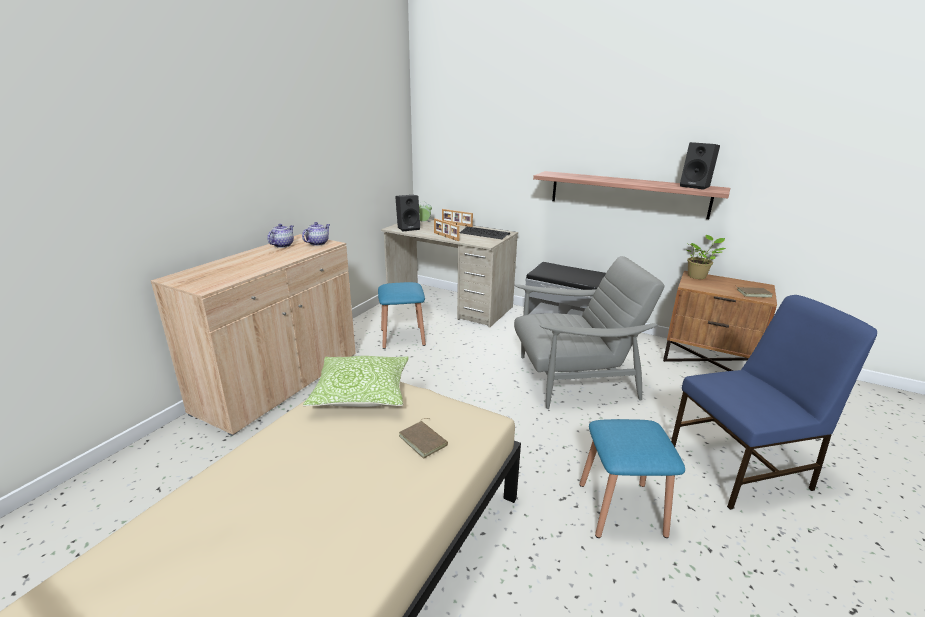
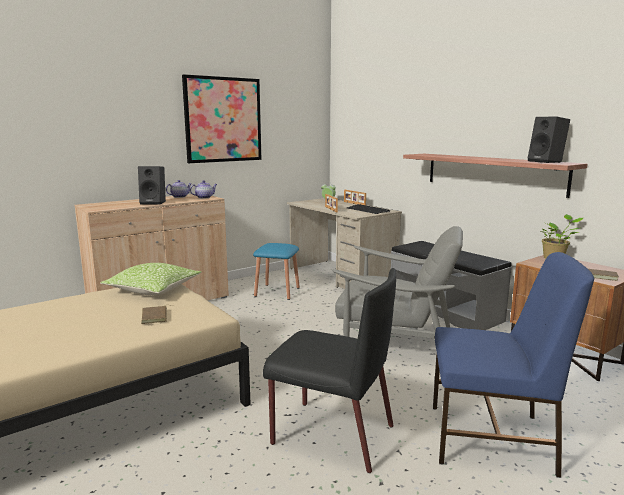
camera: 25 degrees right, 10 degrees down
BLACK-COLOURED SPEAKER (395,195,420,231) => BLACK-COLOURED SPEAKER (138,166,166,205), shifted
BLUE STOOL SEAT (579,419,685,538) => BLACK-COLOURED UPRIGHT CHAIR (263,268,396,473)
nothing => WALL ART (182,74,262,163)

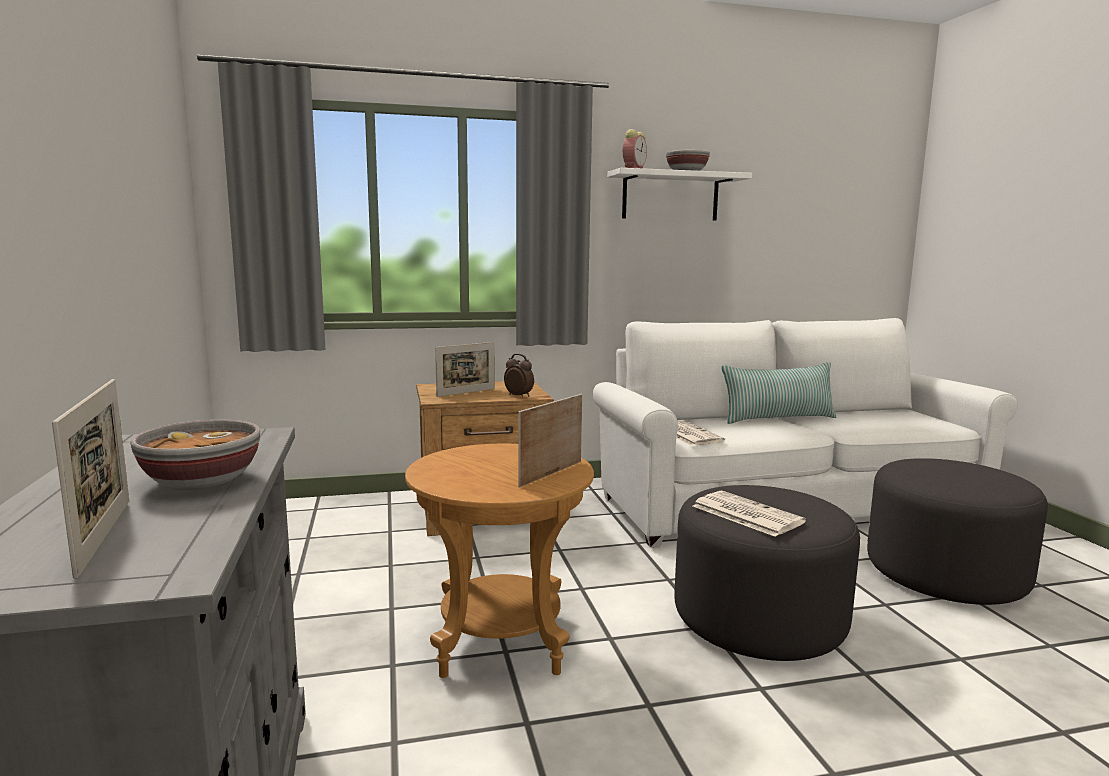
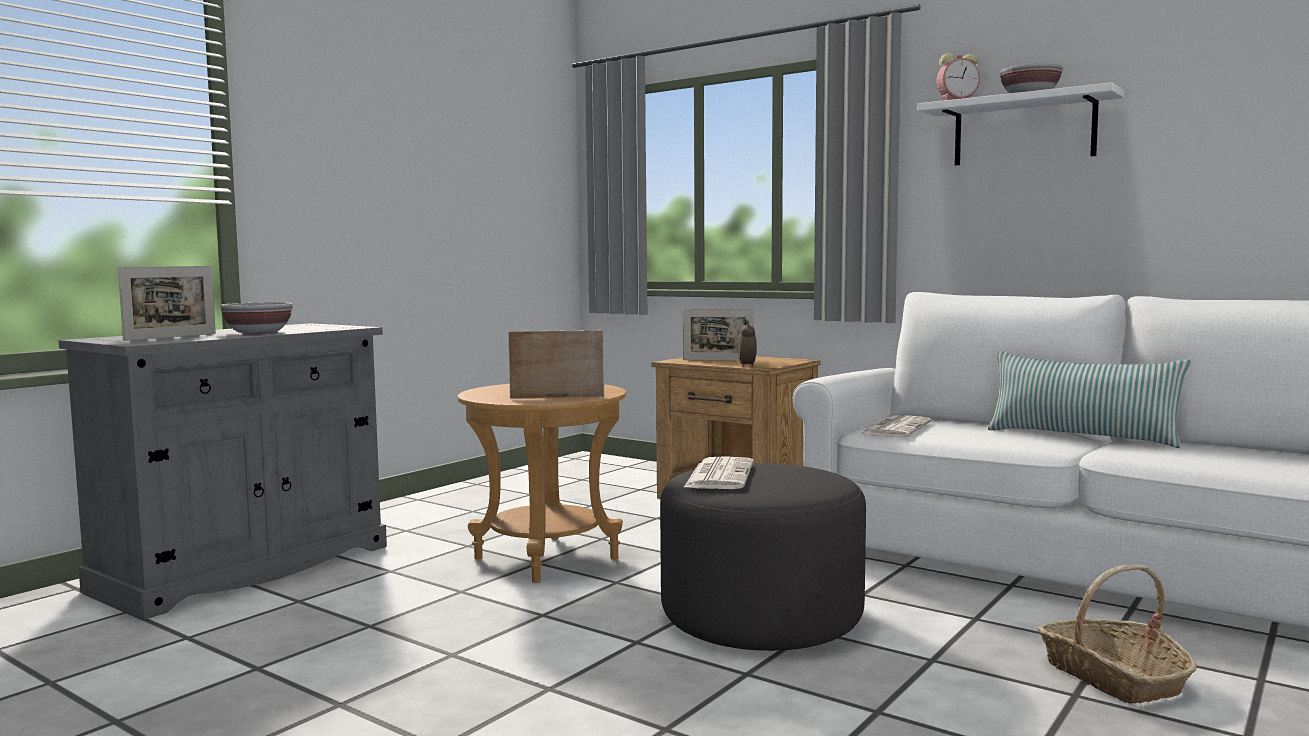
camera: 50 degrees right, 5 degrees down
GREY POUFFE (867,458,1048,605) => STORAGE BASKET (1037,565,1197,704)

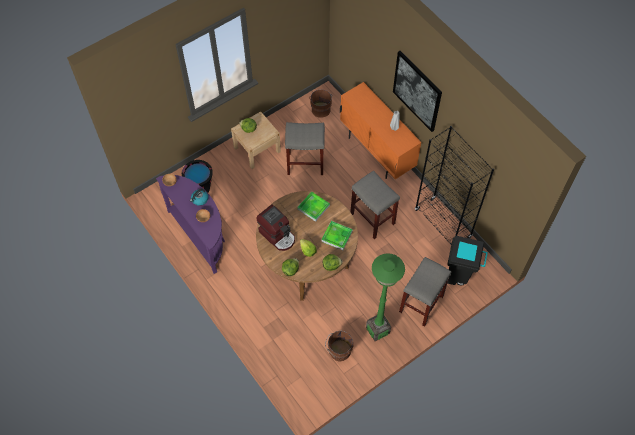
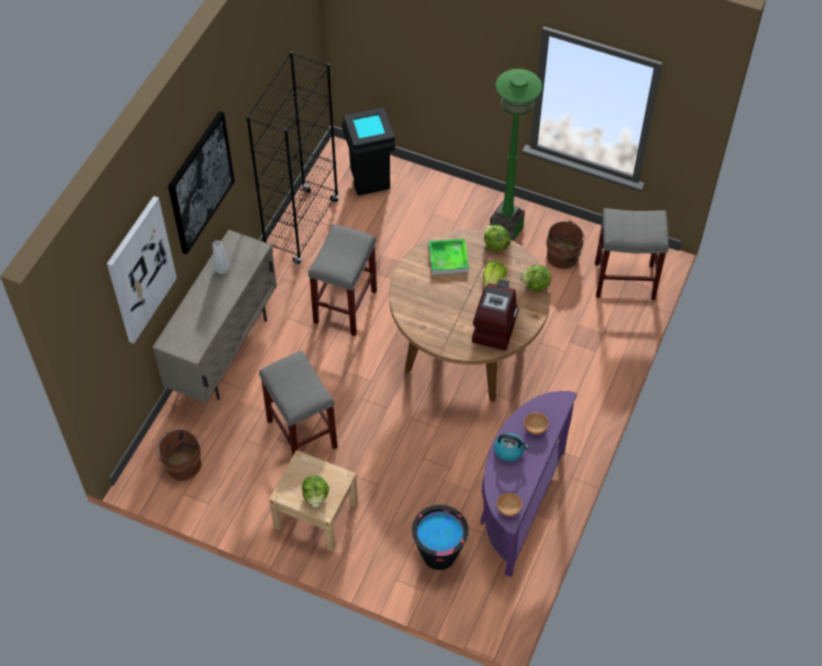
camera: 120 degrees left, 5 degrees down
SERVING TRAY (297,191,330,222) => nothing
ORANGE CABINET (340,82,422,179) => BEIGE-COLOURED CABINET (152,230,277,403)
GREY STOOL SEAT (399,257,451,327) => GREY STOOL SEAT (595,208,669,300), shifted
nothing => WALL ART (107,196,177,343)

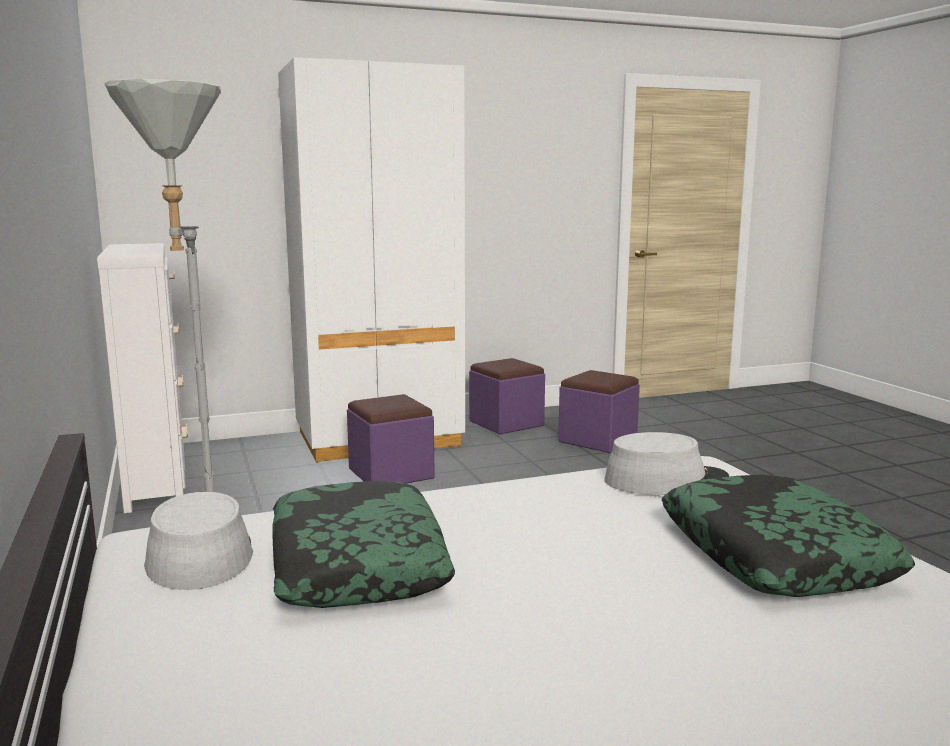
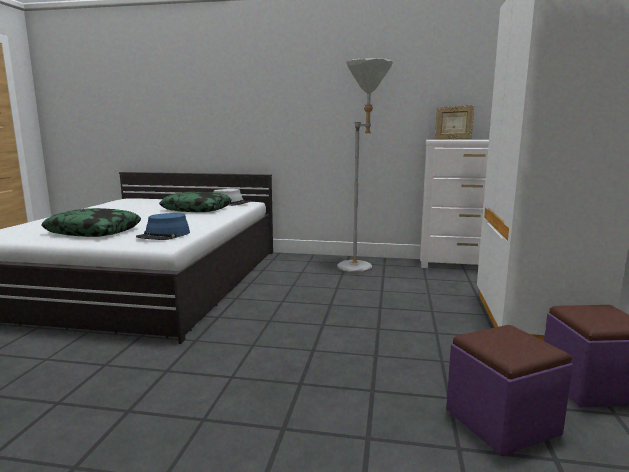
camera: 120 degrees right, 0 degrees up
PURPLE-COLOURED POUFFE (347,394,435,484) => nothing
GREY CLOTHING HAT (605,432,729,495) => BLUE CLOTHING HAT (136,213,190,240)
nothing => STANDING FRAME (435,105,474,140)

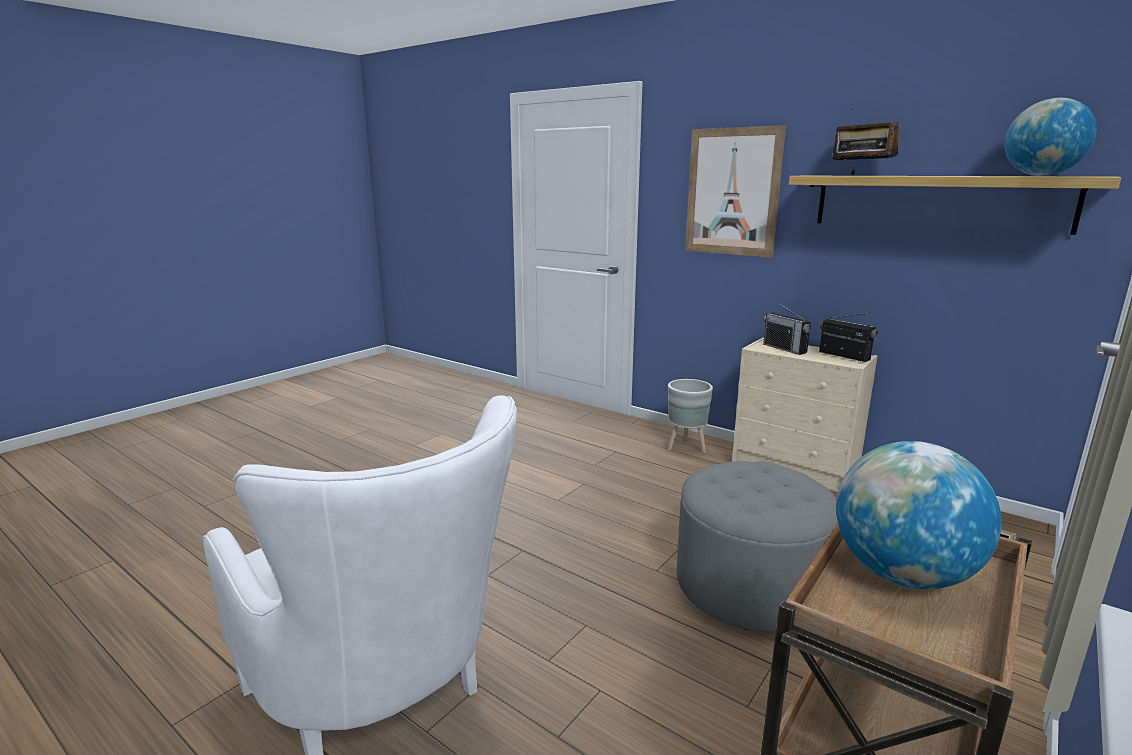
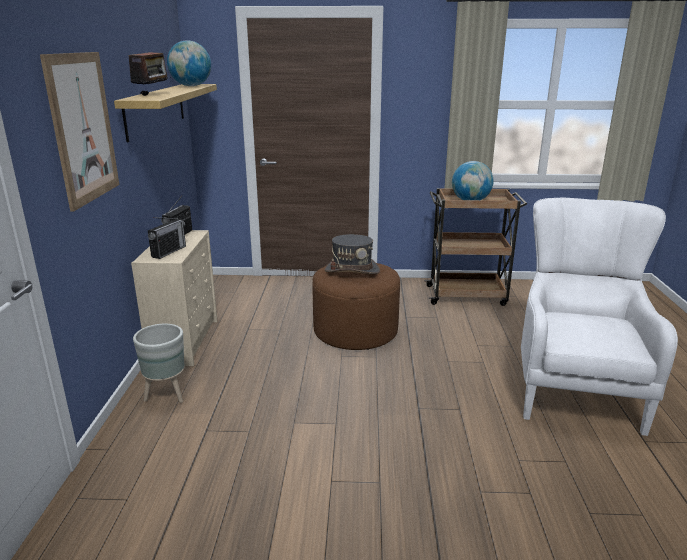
camera: 125 degrees left, 5 degrees up
GREY POUFFE (677,461,838,632) => BROWN POUFFE (312,263,400,350)
nothing => GREY CLOTHING HAT (325,234,380,274)

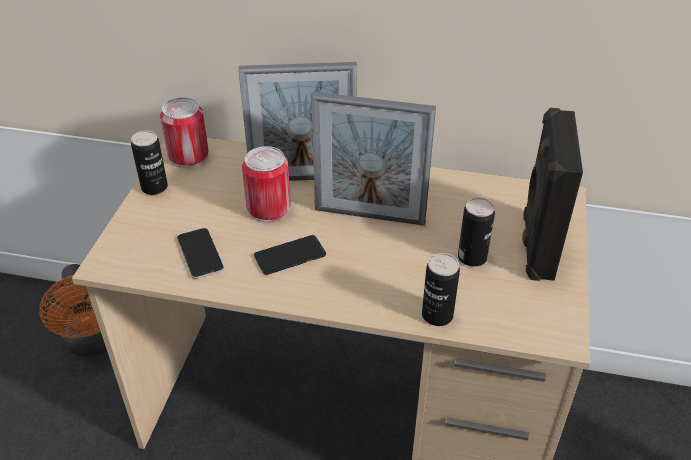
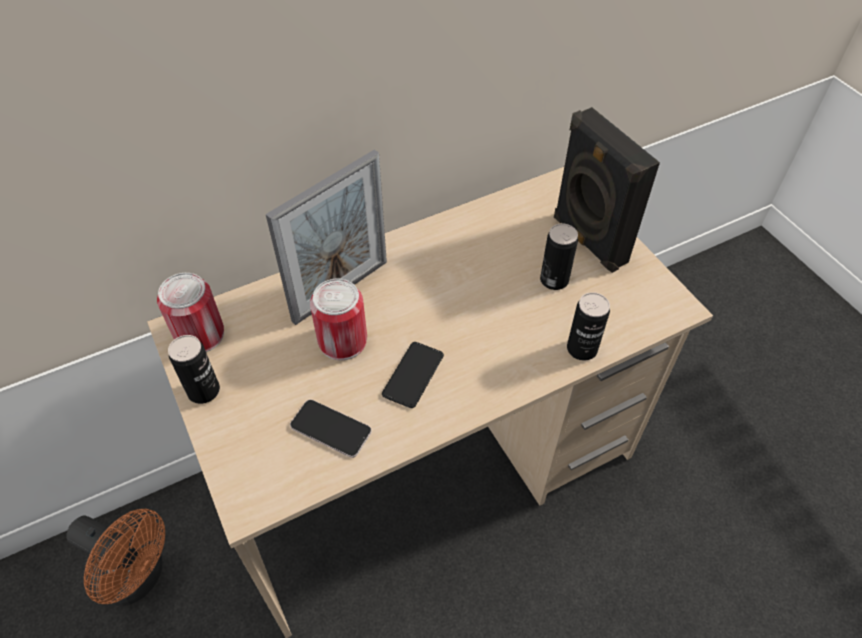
camera: 40 degrees left, 10 degrees up
STANDING FRAME (311,92,436,226) => nothing

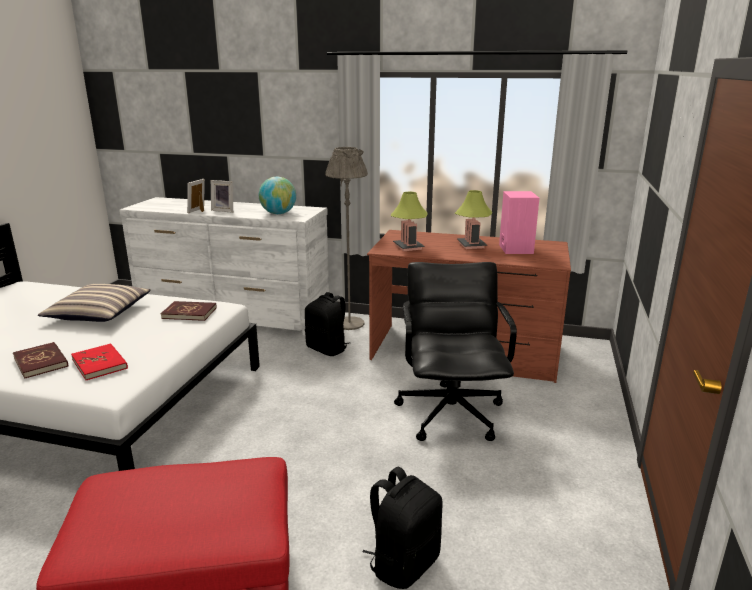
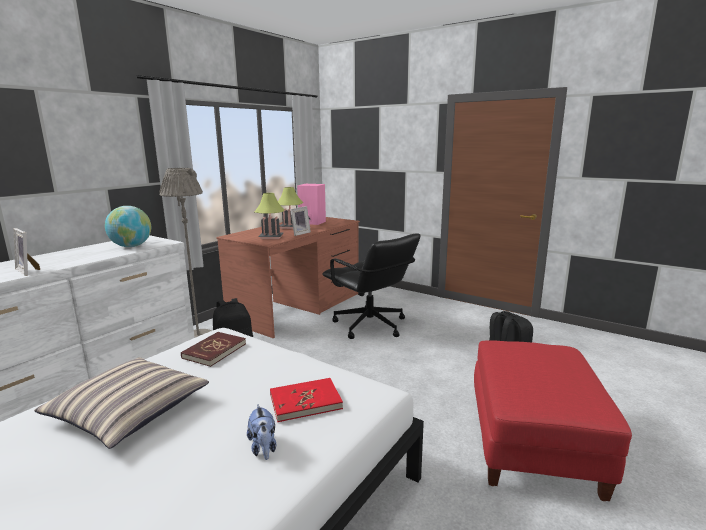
camera: 70 degrees left, 5 degrees down
RED-COLOURED VOLUME (13,342,68,379) => CUDDLY TOY (247,404,276,460)
STANDING FRAME (211,180,233,213) => STANDING FRAME (290,206,311,236), shifted
BLACK-COLOURED DESK CHAIR (394,262,517,441) => BLACK-COLOURED DESK CHAIR (322,234,420,339), 150 degrees counterclockwise

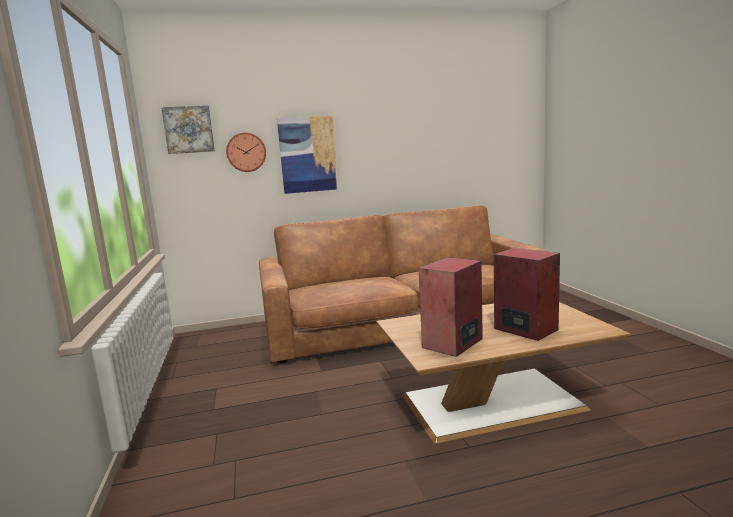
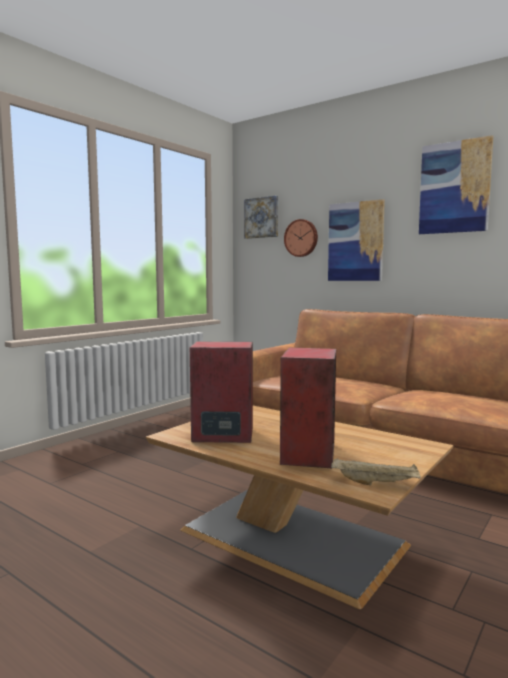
camera: 50 degrees right, 5 degrees down
nothing => BEIGE-COLOURED SERVING TRAY (331,458,421,485)
nothing => WALL ART (419,135,493,234)

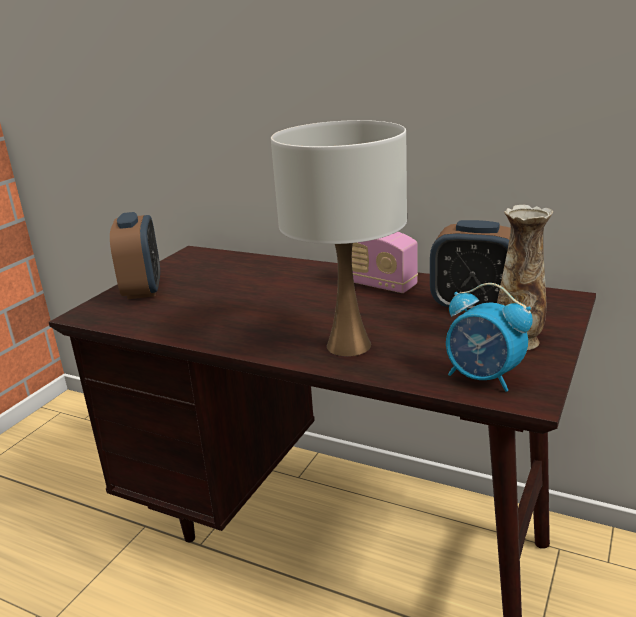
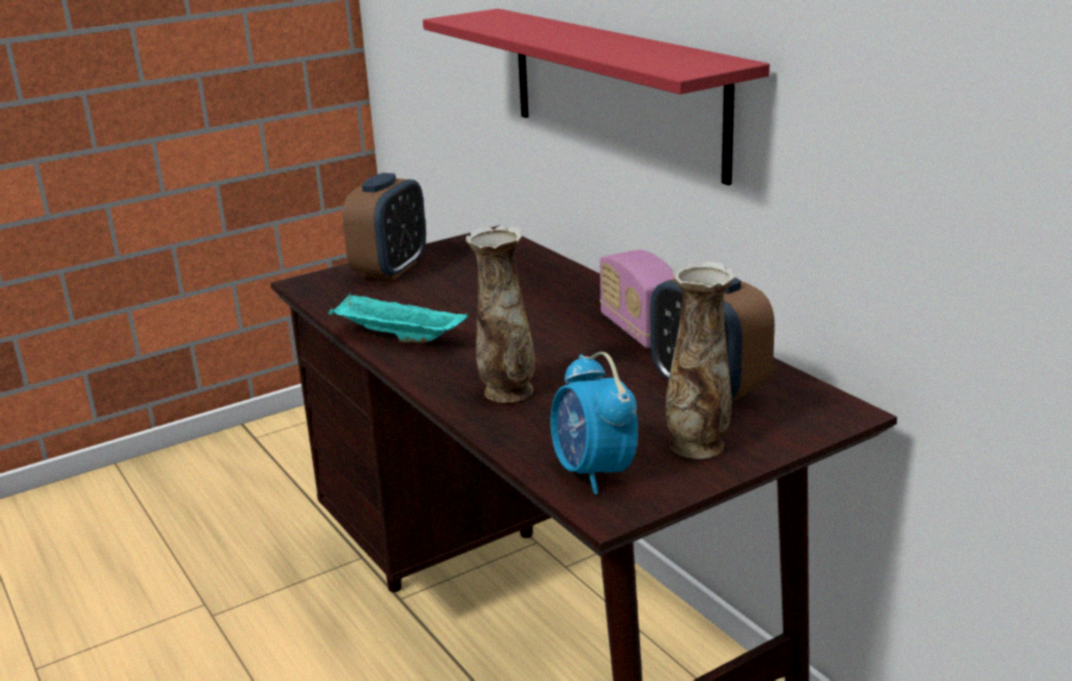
camera: 30 degrees right, 0 degrees up
WHITISH LAMP FOR A TABLE (271,120,407,356) => VASE (465,226,535,403)
nothing => TURQUOISE-COLOURED SERVING TRAY (329,293,468,343)
nothing => RED-COLOURED BRACKET SHELF (423,9,770,186)

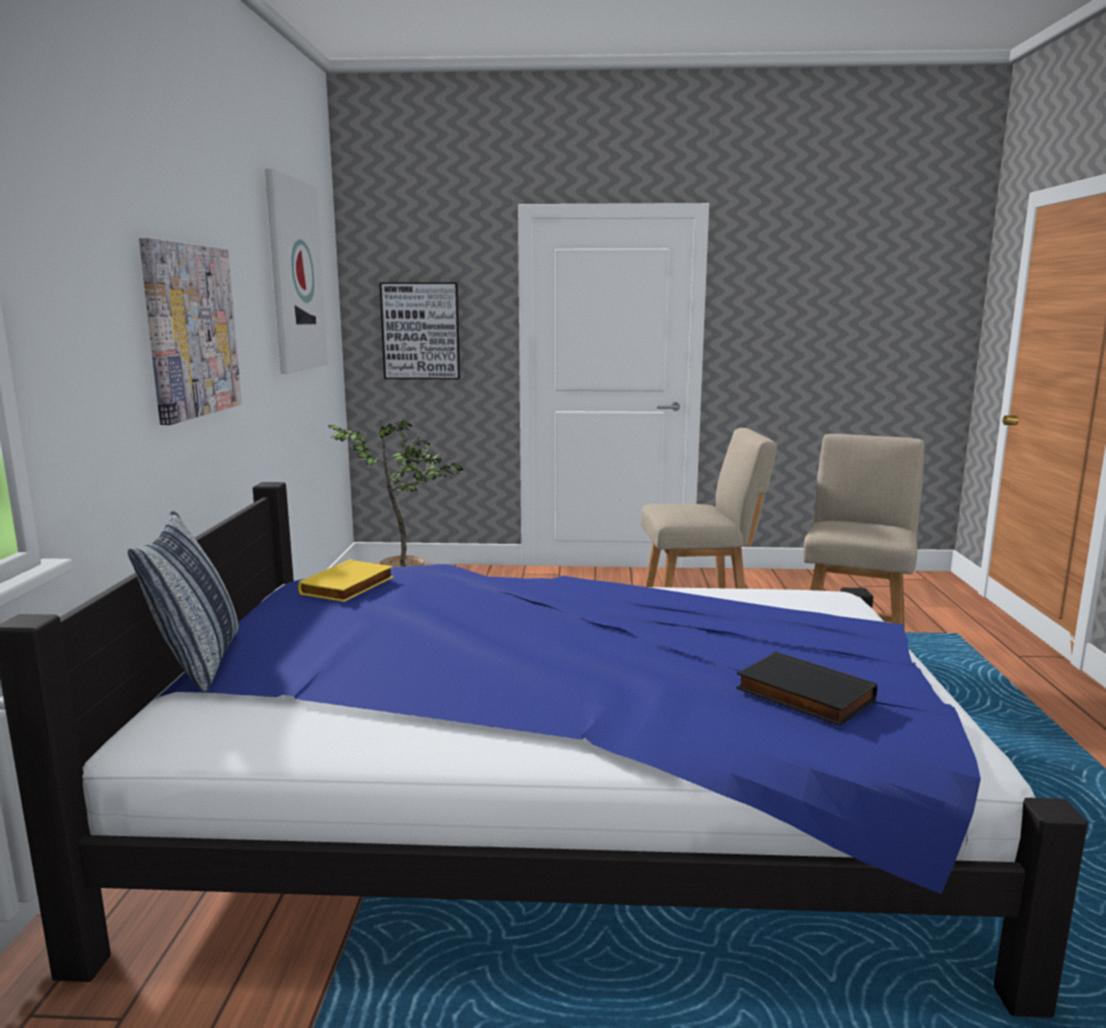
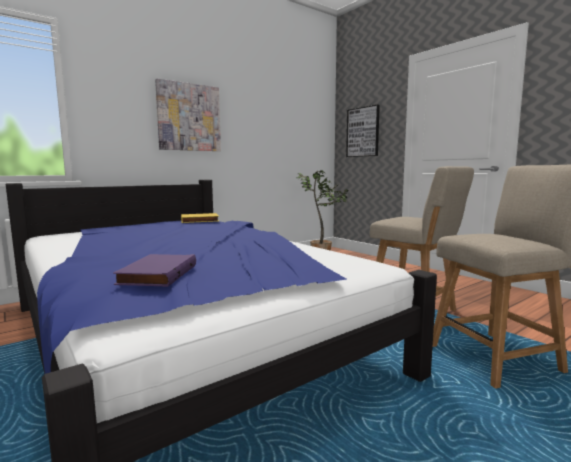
camera: 50 degrees right, 5 degrees down
THROW PILLOW (127,510,239,691) => nothing
WALL ART (265,168,328,374) => nothing
BLACK-COLOURED VOLUME (736,651,877,726) => PURPLE-COLOURED VOLUME (113,254,196,287)

